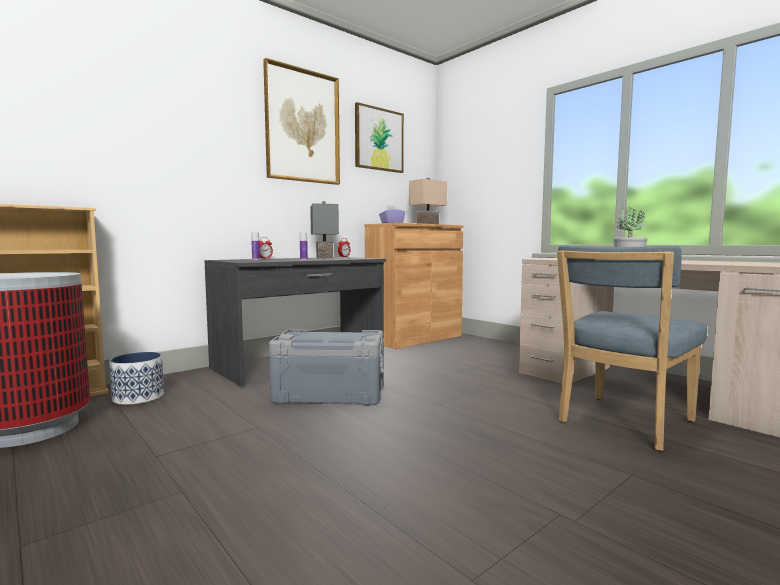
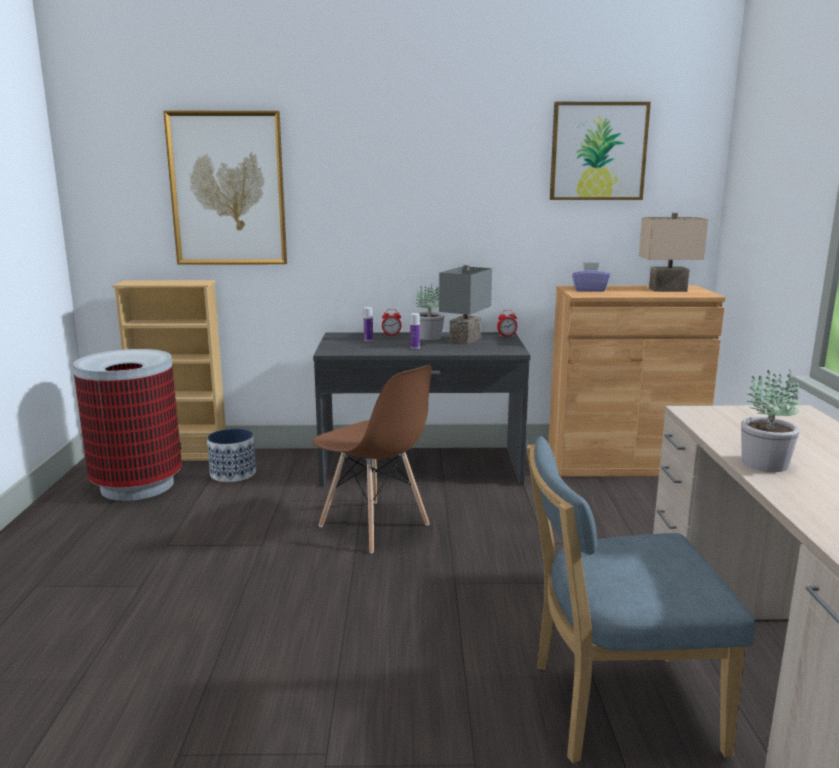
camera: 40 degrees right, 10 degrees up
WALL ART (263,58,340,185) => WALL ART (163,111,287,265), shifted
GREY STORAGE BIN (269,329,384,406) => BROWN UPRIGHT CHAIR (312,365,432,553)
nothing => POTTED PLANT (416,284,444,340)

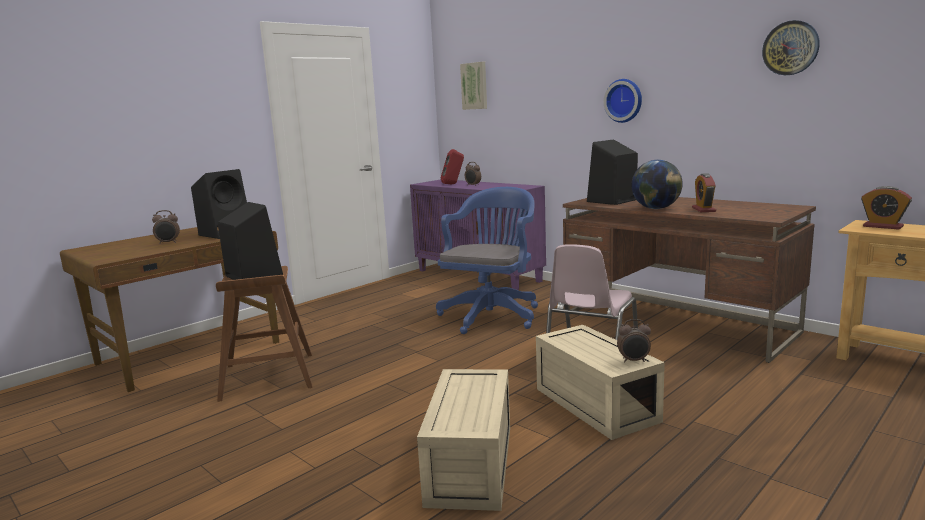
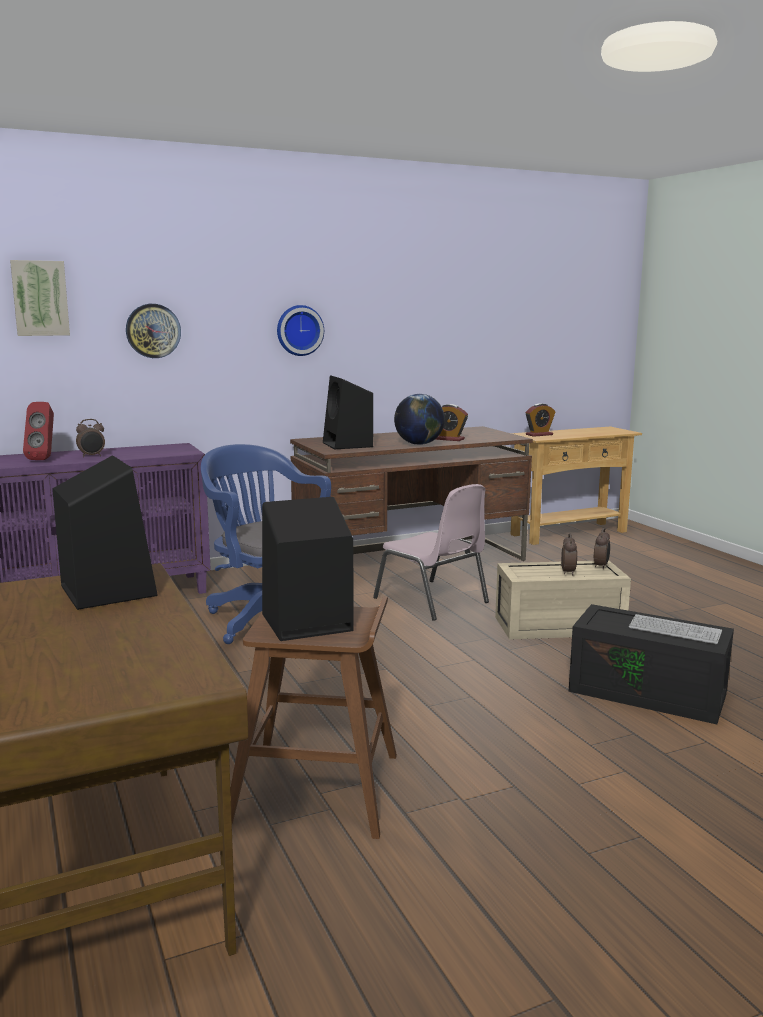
camera: 70 degrees left, 0 degrees up
TABLE CLOCK (152,210,180,244) => TABLE CLOCK (561,534,577,575), shifted
BEIGE-COLOURED STORAGE BIN (417,369,510,511) => BLACK-COLOURED STORAGE BIN (569,604,734,724)
HANGING CLOCK (762,20,820,75) => HANGING CLOCK (126,304,181,358), shifted
nothing => COMPUTER KEYBOARD (629,614,722,644)

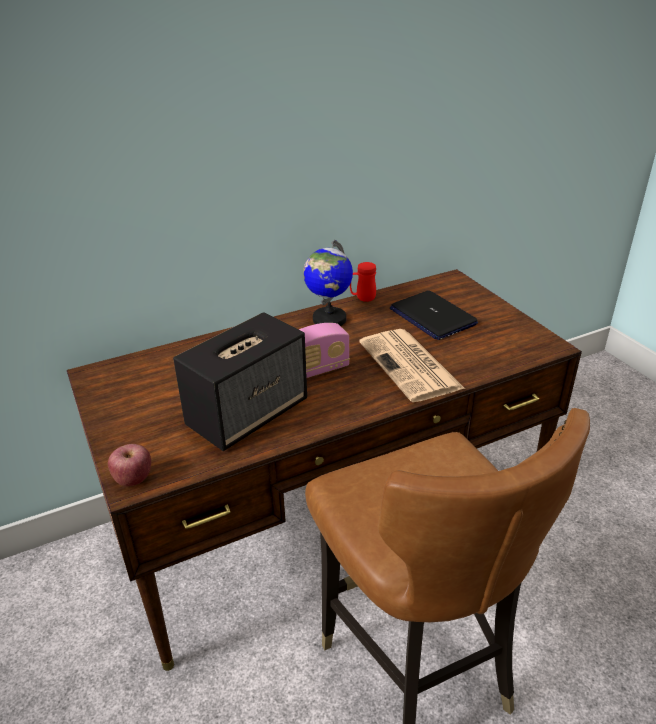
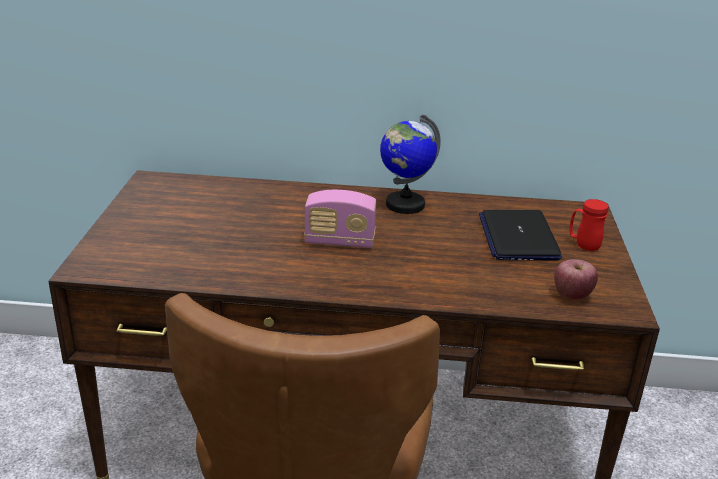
camera: 30 degrees right, 5 degrees down
WHOLE APPLE (108,444,151,486) => WHOLE APPLE (554,259,598,300), shifted
SPEAKER (173,312,307,451) => nothing
RED-COLOURED MUG (350,262,376,302) => RED-COLOURED MUG (570,199,608,251), shifted
NEWSPAPER (359,329,465,402) => nothing

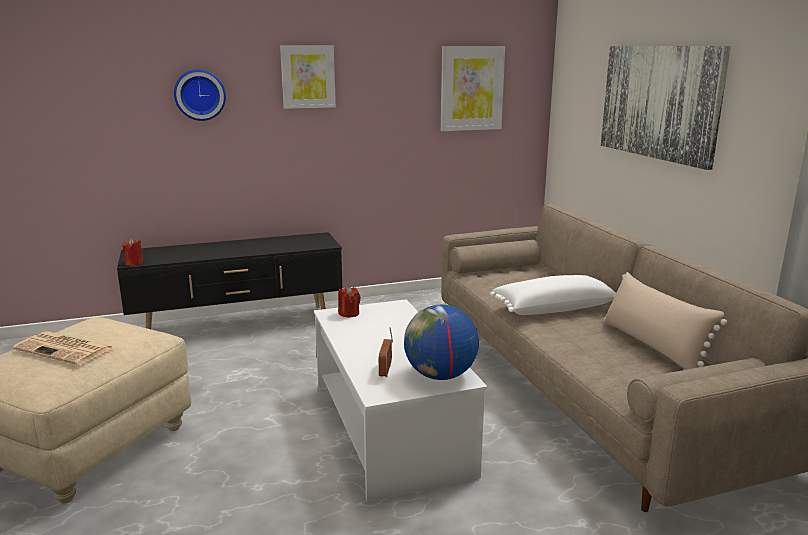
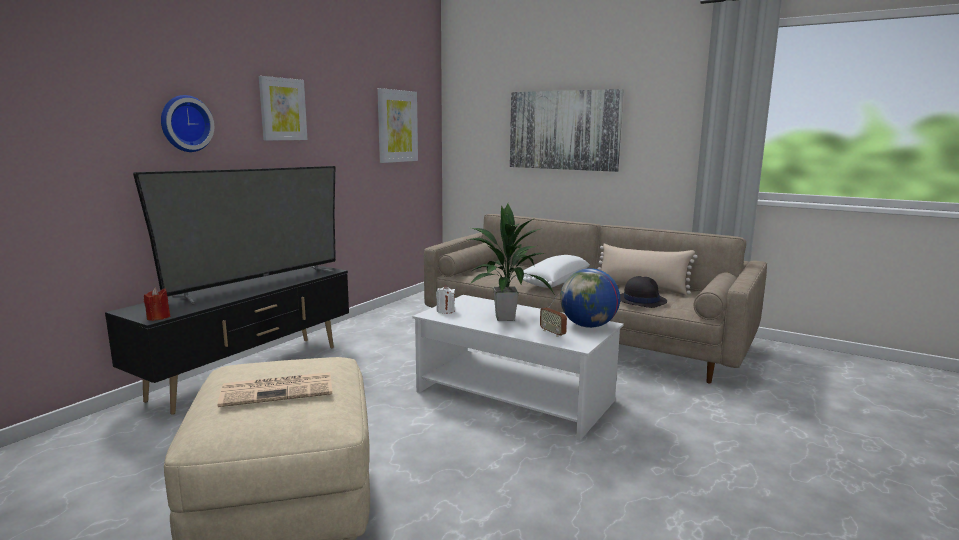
camera: 40 degrees left, 5 degrees down
RED-COLOURED WAX CANDLE (338,286,361,318) => WHITISH WAX CANDLE (436,285,455,314)
nothing => TV SET (133,166,336,305)
nothing => POTTED PLANT (463,204,555,321)
nothing => BLACK-COLOURED CLOTHING HAT (620,276,667,308)

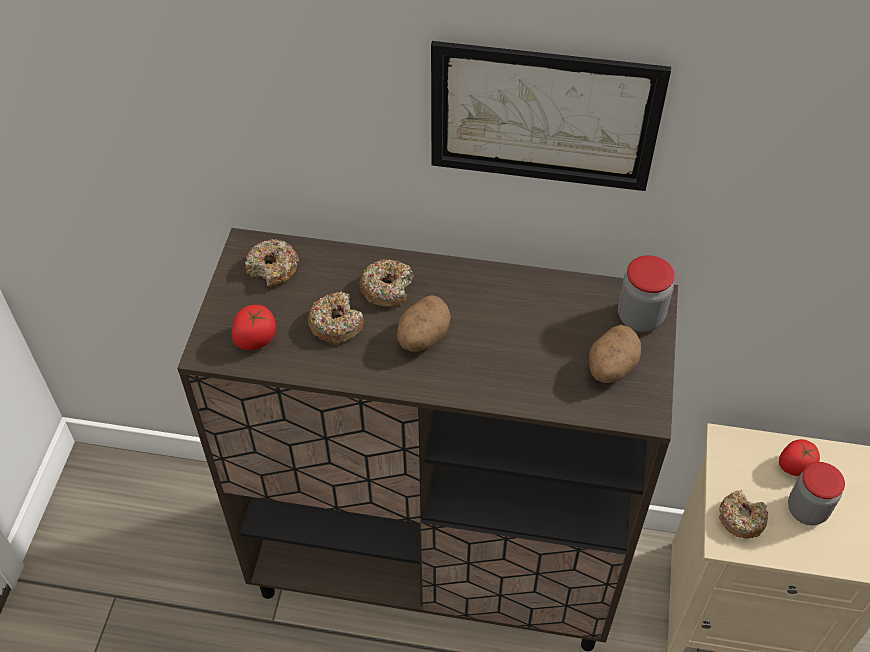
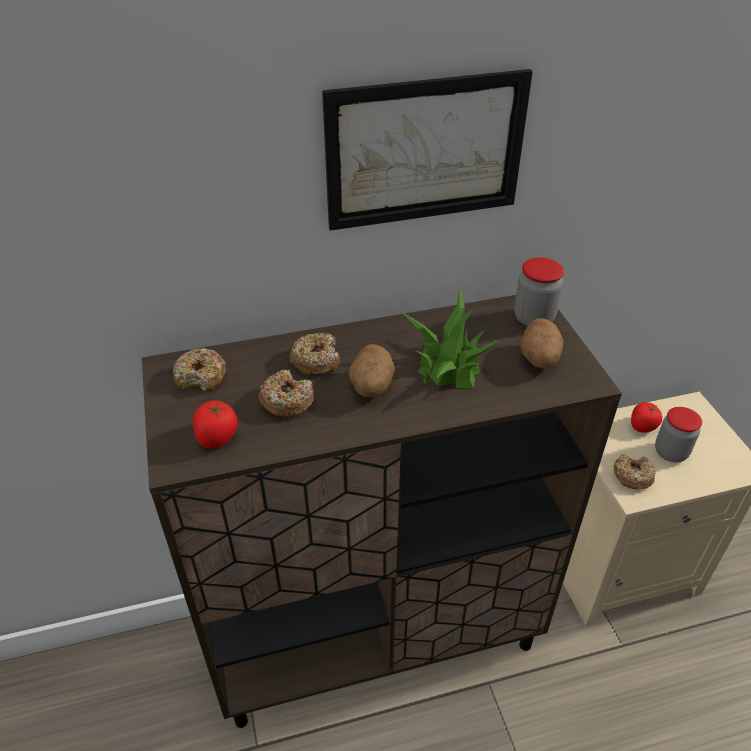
camera: 25 degrees left, 10 degrees down
nothing => POTTED PLANT (401,287,500,388)

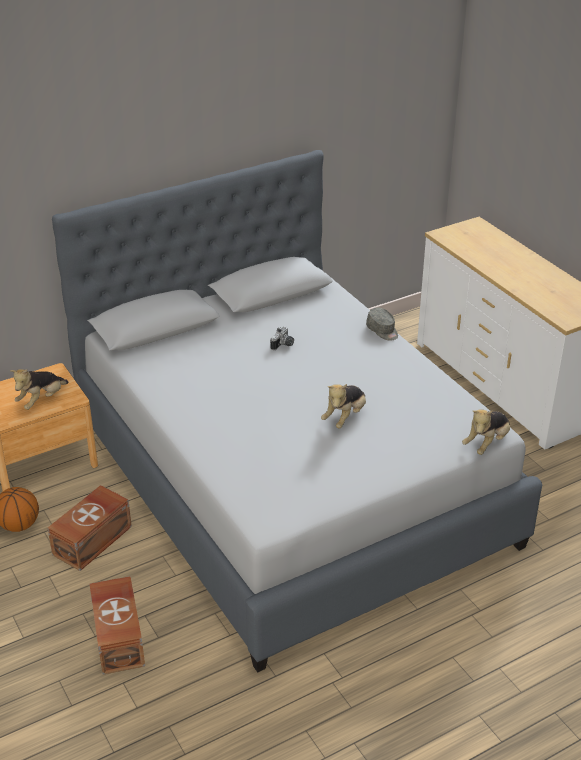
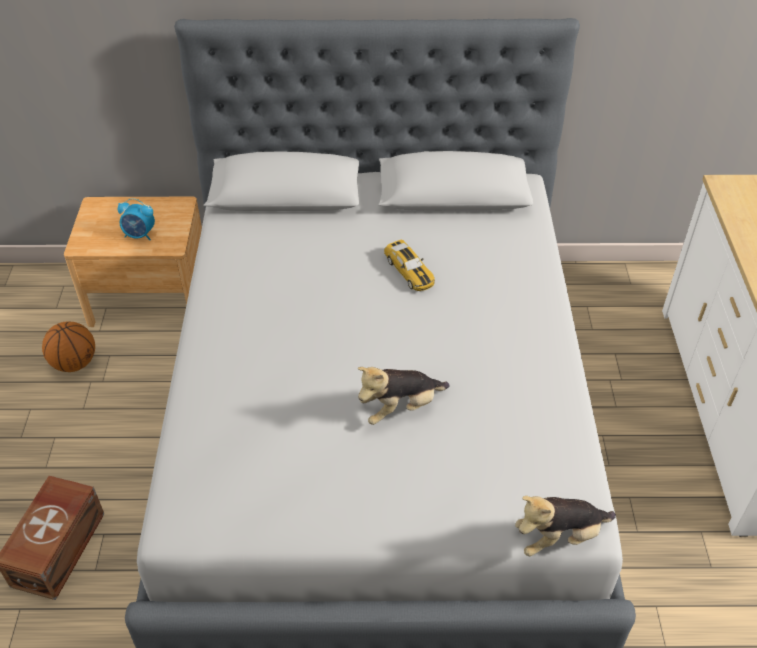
camera: 30 degrees right, 10 degrees up
CUDDLY TOY (10,369,69,410) => TABLE CLOCK (118,198,155,240)
BROWN STORAGE BIN (47,485,132,571) => nothing
STILL CAMERA (270,326,294,350) => MODEL CAR (384,239,435,291)
GREY CAP (366,308,398,341) => nothing

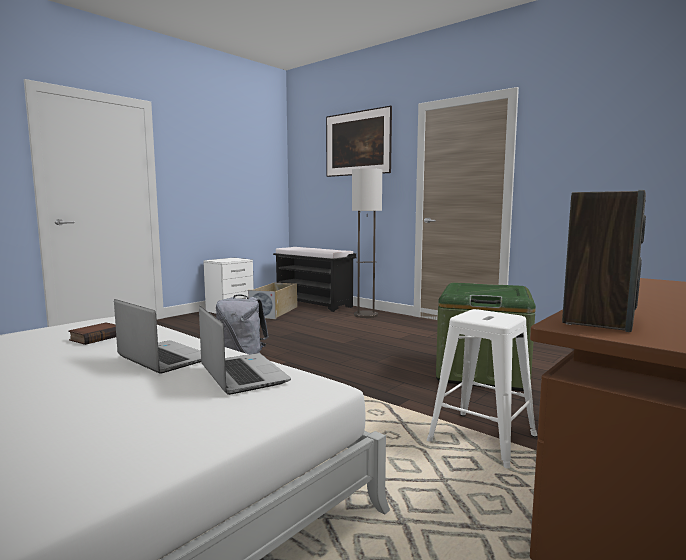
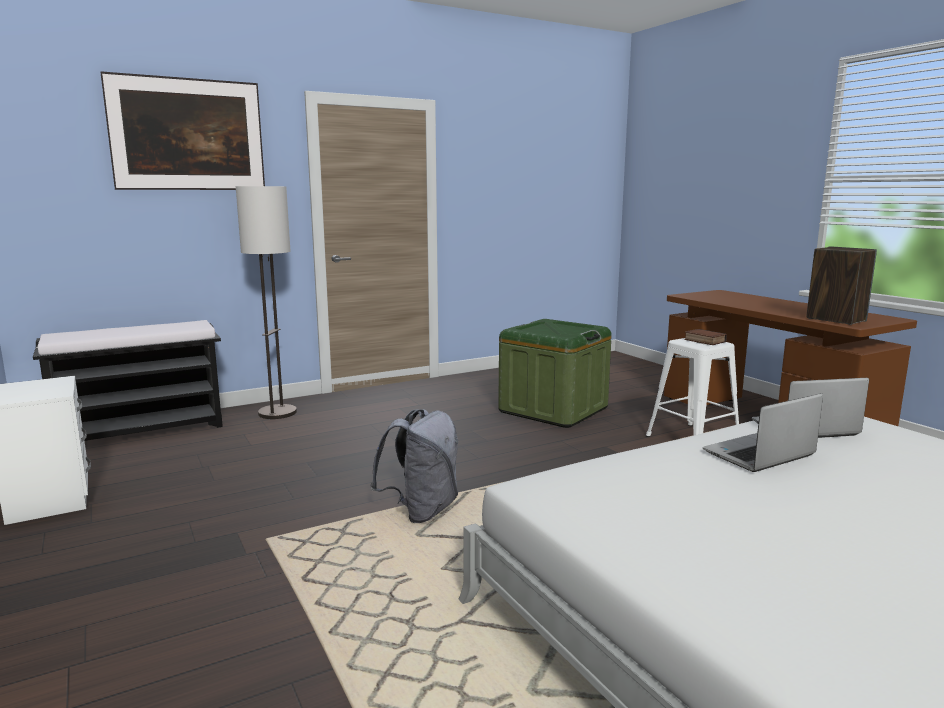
camera: 70 degrees left, 5 degrees up
VOLUME (68,322,116,345) => VOLUME (684,329,727,345), shifted
BEIGE-COLOURED STORAGE BIN (248,282,297,319) => nothing

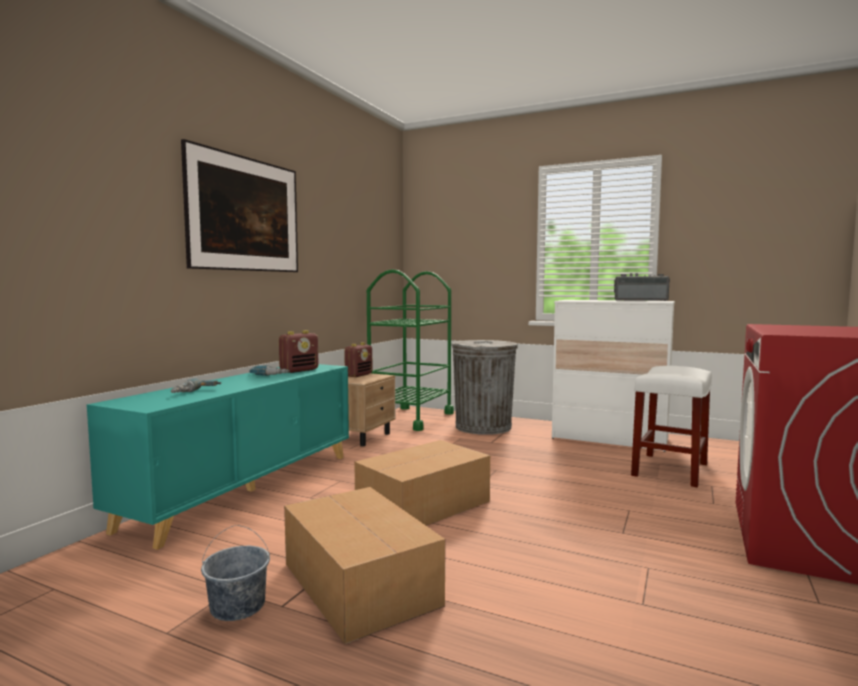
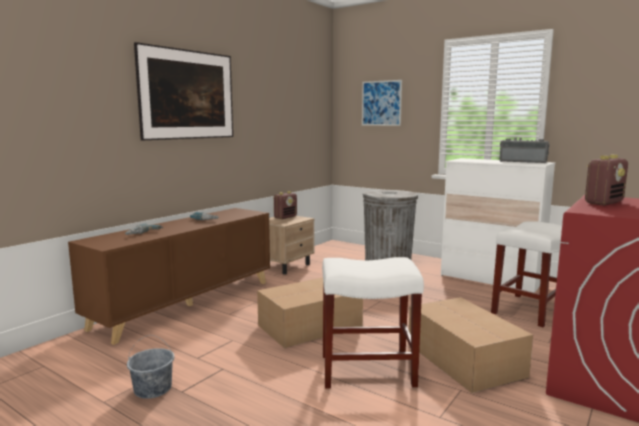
camera: 10 degrees right, 5 degrees up
TURQUOISE-COLOURED CABINET (87,364,349,550) => BROWN CABINET (68,208,270,345)
RADIO SET (279,330,319,373) => RADIO SET (585,155,628,206), shifted
PACKING BOX (284,487,445,644) => PACKING BOX (409,297,533,393), shifted
GREEN CART (367,269,454,431) => nothing
nothing => WHITISH STOOL SEAT (322,257,424,389)
nothing => WALL ART (362,80,402,126)

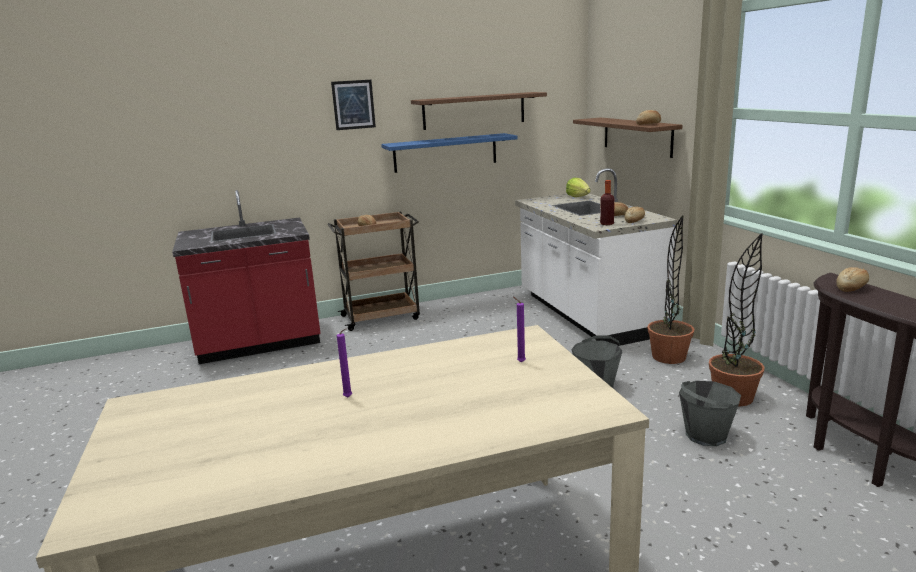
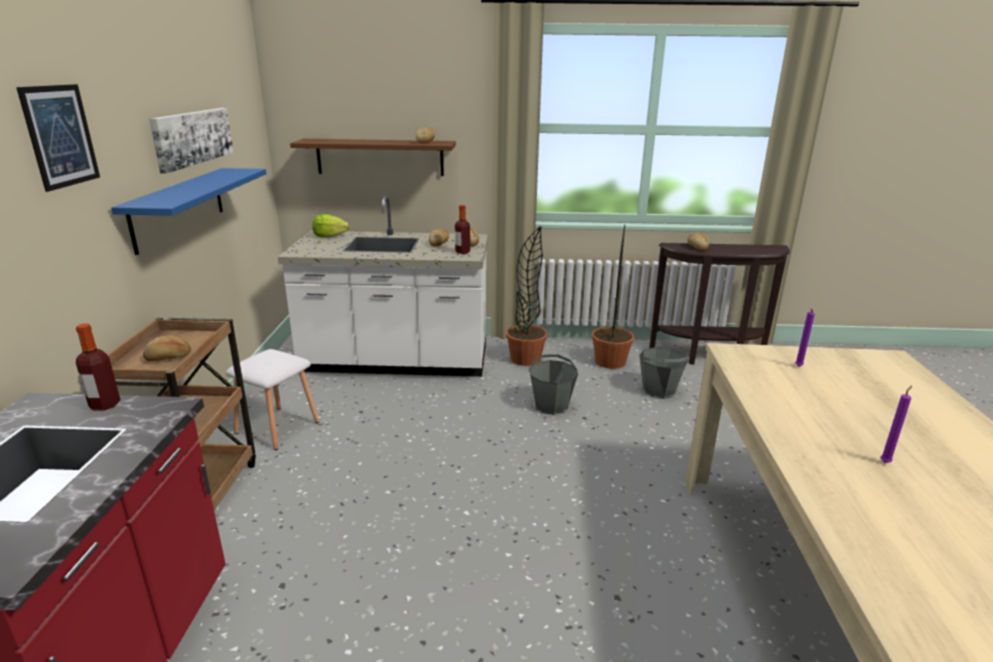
camera: 70 degrees left, 5 degrees up
BROWN BRACKET SHELF (411,92,547,130) => WALL ART (149,108,234,174)
nothing => BEVERAGE BOTTLE (76,324,120,411)
nothing => WHITISH STOOL SEAT (226,349,319,450)

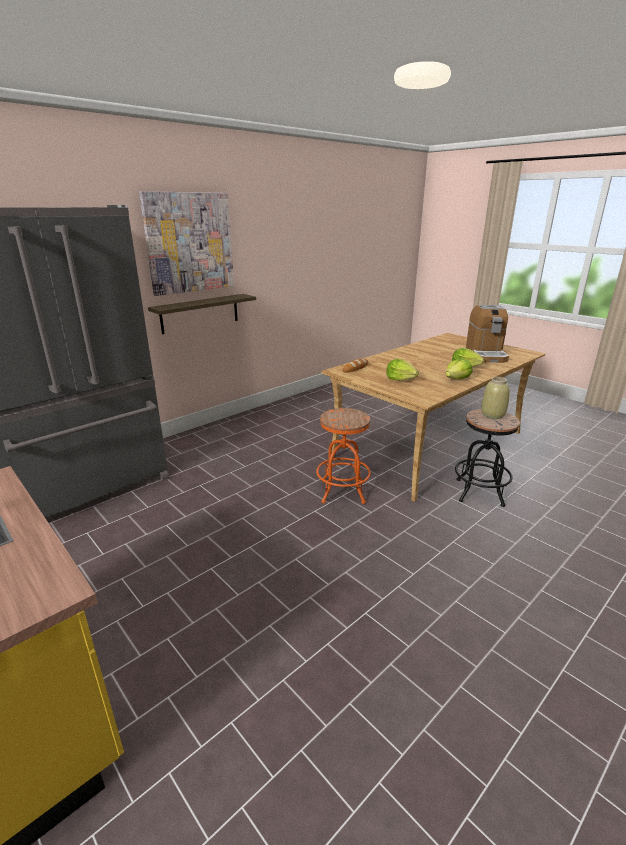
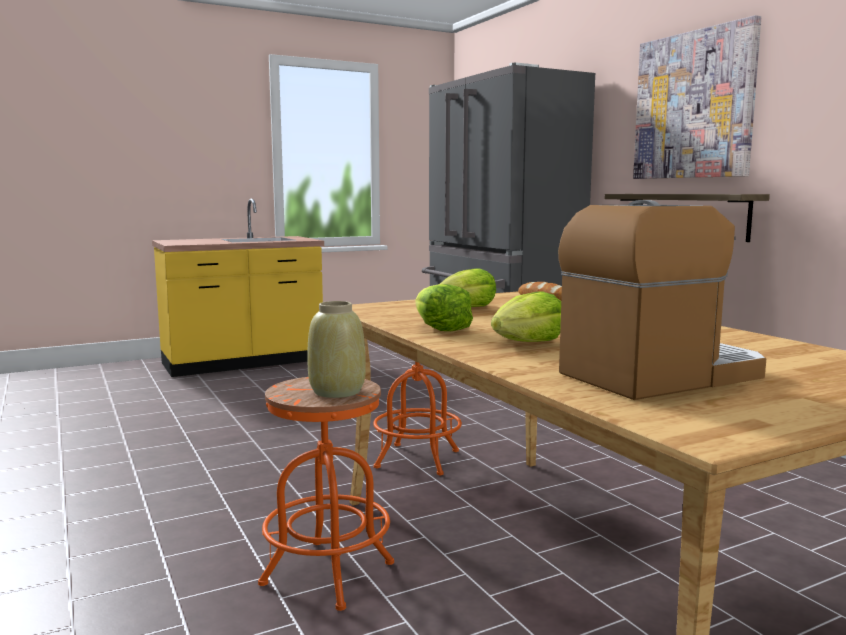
camera: 105 degrees right, 15 degrees down
BLACK-COLOURED STOOL SEAT (455,409,520,507) => ORANGE STOOL SEAT (258,377,394,611)
COFFEE MAKER (466,305,509,363) => COFFEE MAKER (558,200,766,400), 135 degrees clockwise

